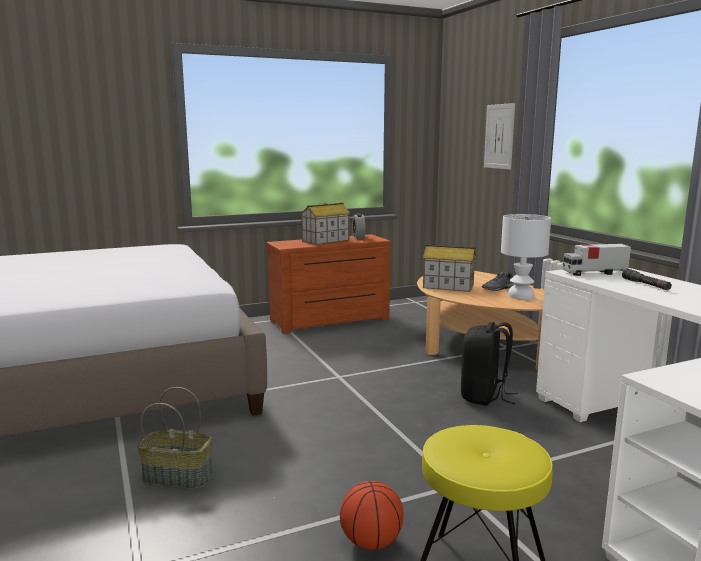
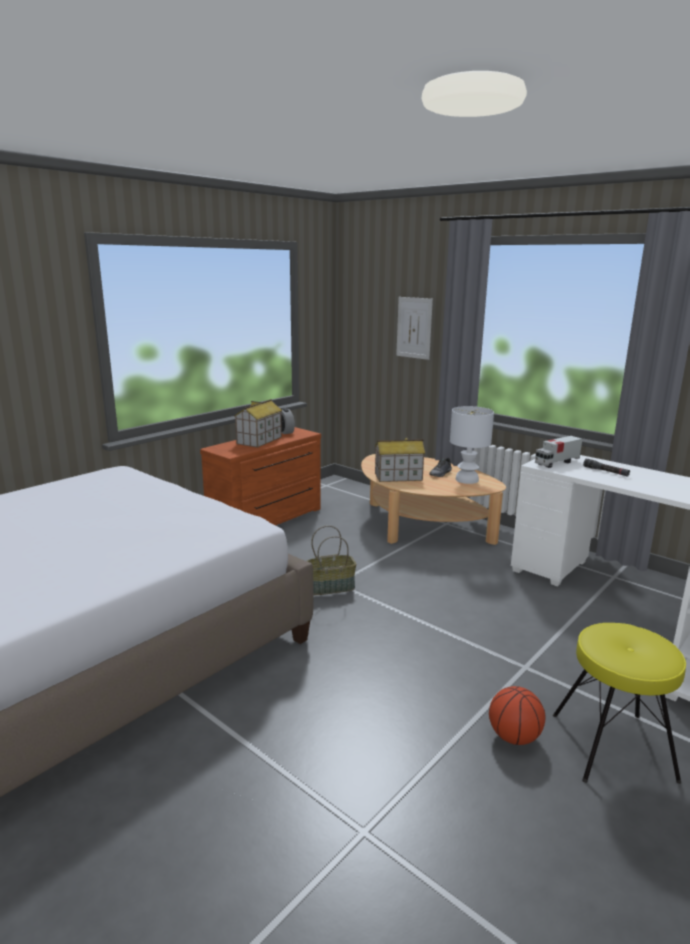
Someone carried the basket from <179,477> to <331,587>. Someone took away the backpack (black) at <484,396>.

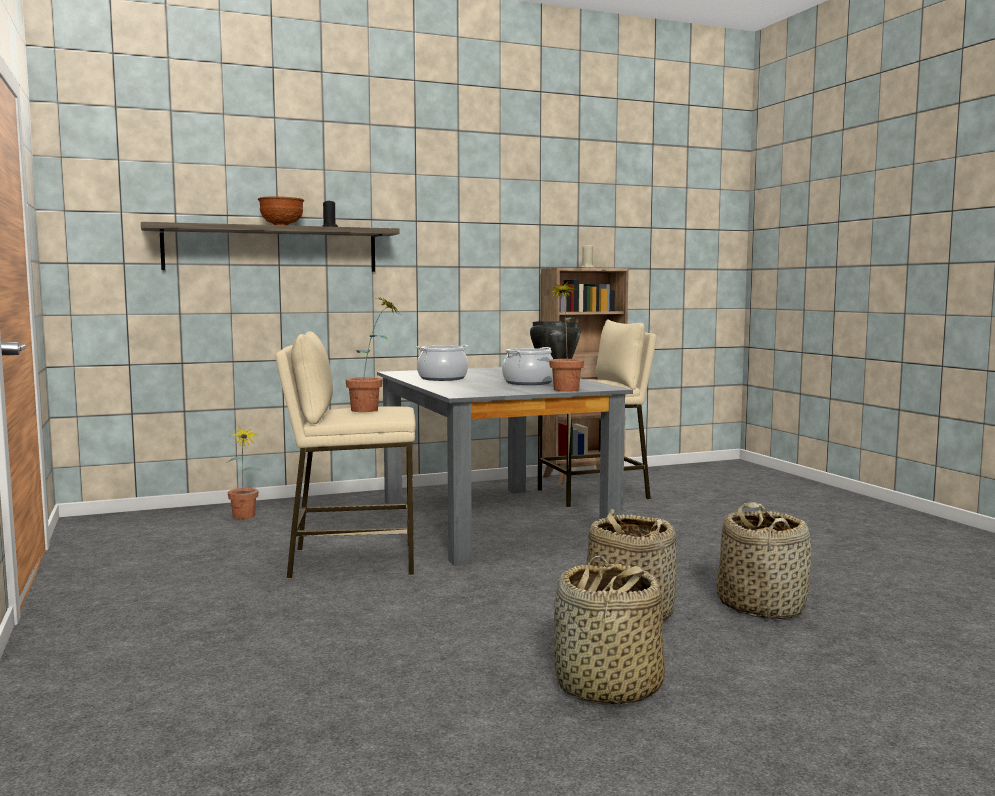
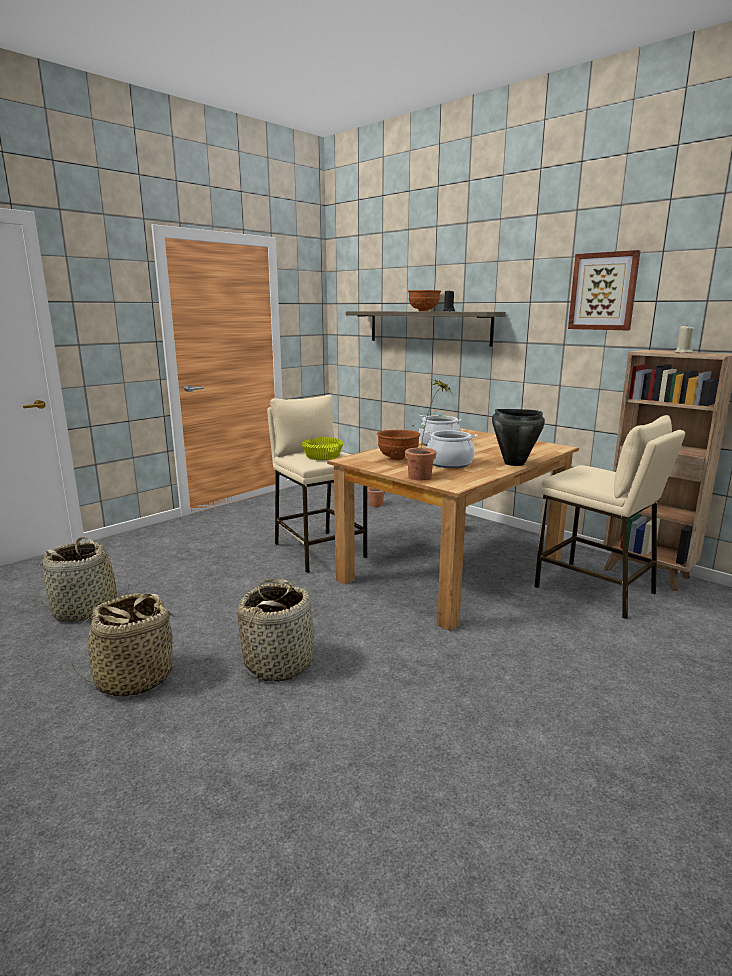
Someone swapped the potted plant at <373,409> for the bowl (yellow) at <322,456>. Someone repainted the dining table (grey) at <490,521>, which became the dining table (brown) at <453,568>. Someone carried the basket from <761,606> to <86,609>. Someone put down the bowl (brown) at <398,458>. Someone put up the picture at <603,291>.

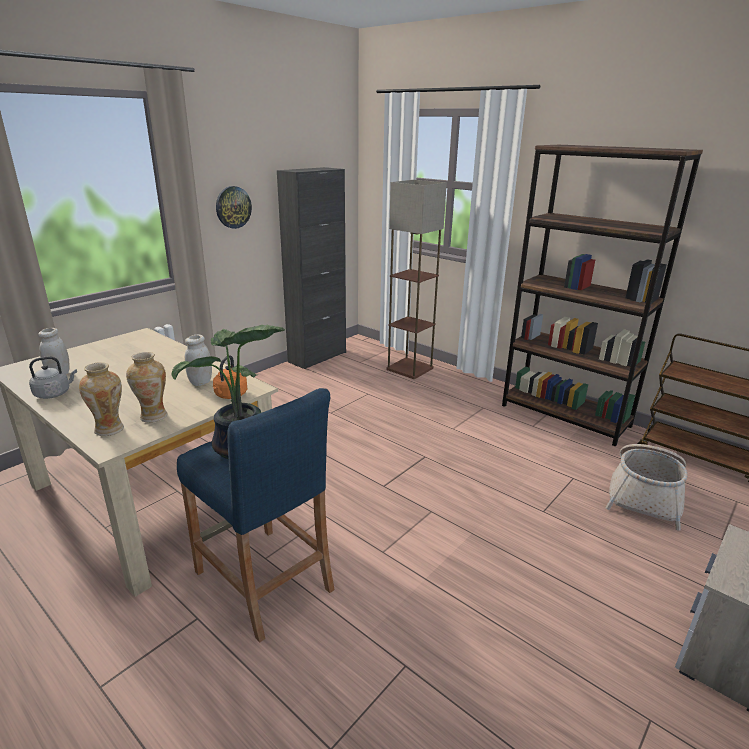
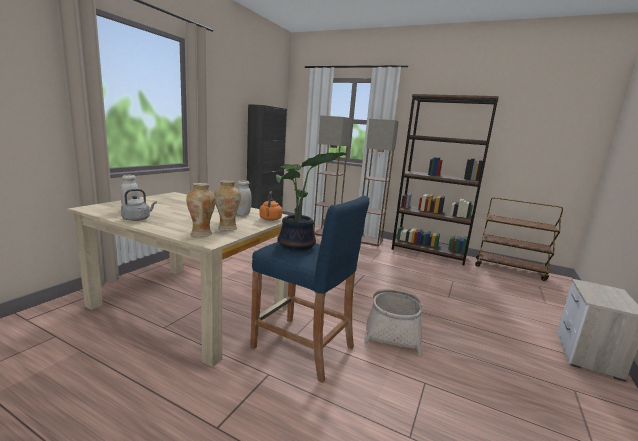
Someone took away the wall clock at <233,207>. Someone carried the basket from <644,494> to <393,329>. Someone put down the floor lamp at <370,241>.

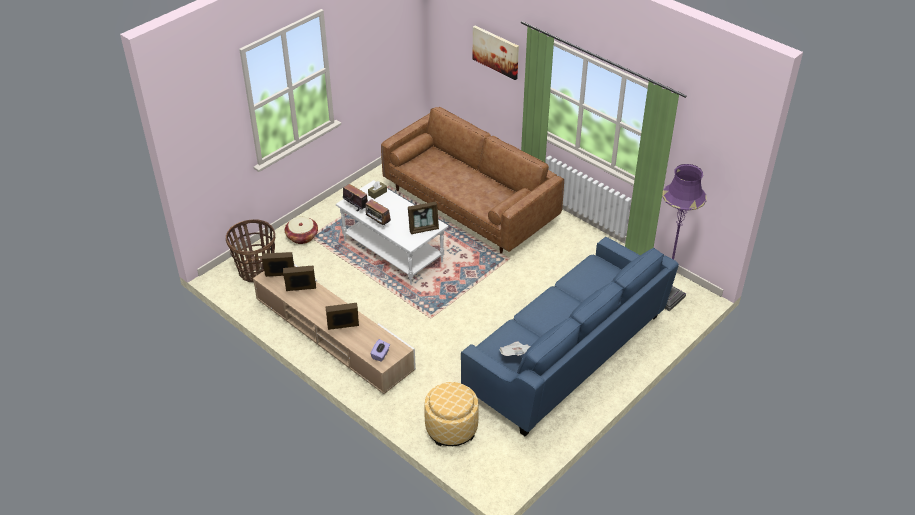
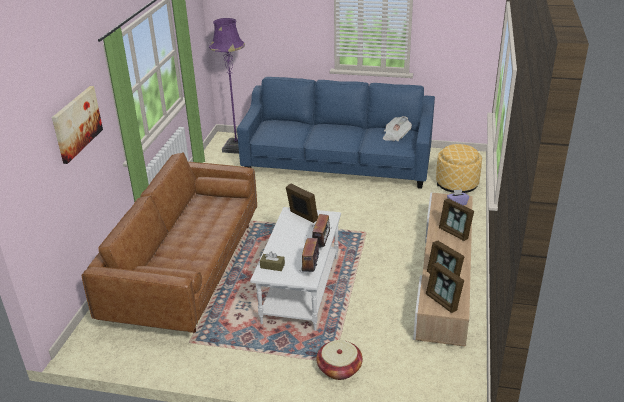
Someone took away the basket at <256,270>.

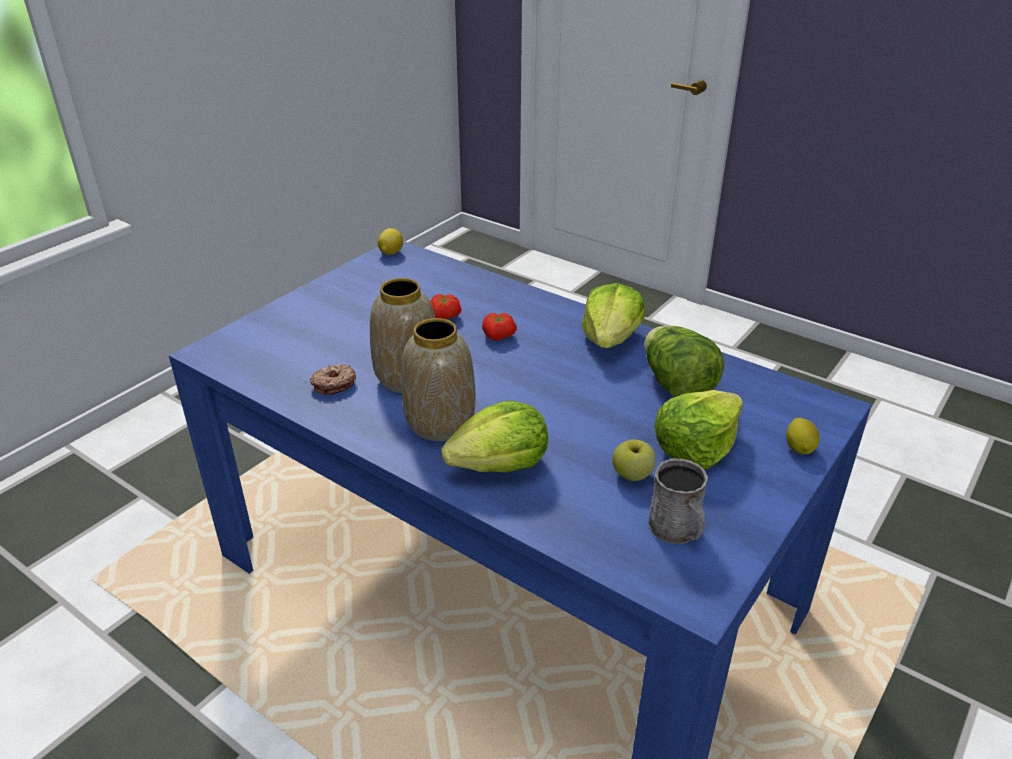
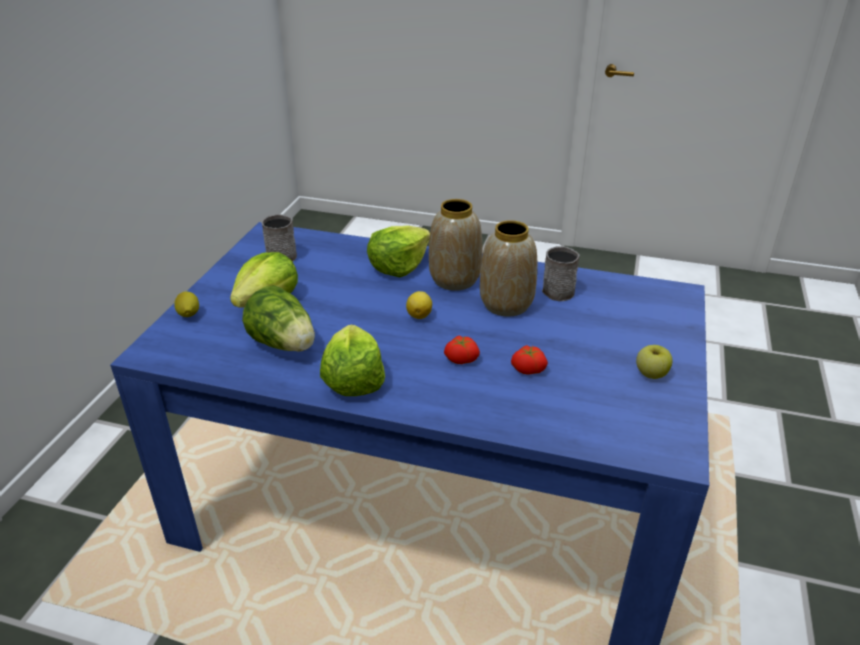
Someone swapped the donut at <334,384> for the mug (grey) at <555,289>. Someone carried the lemon from <390,253> to <419,315>. Someone carried the apple from <632,475> to <651,374>.

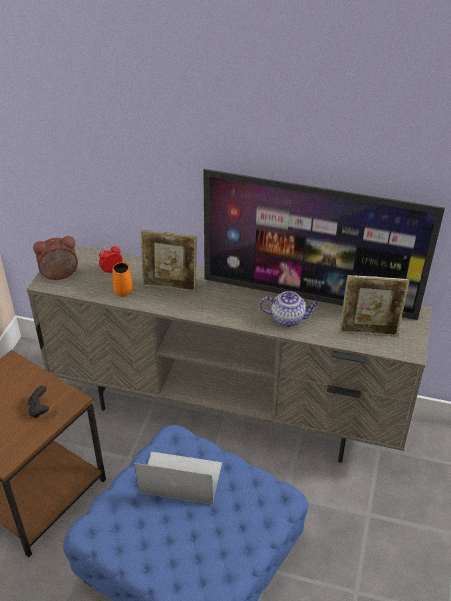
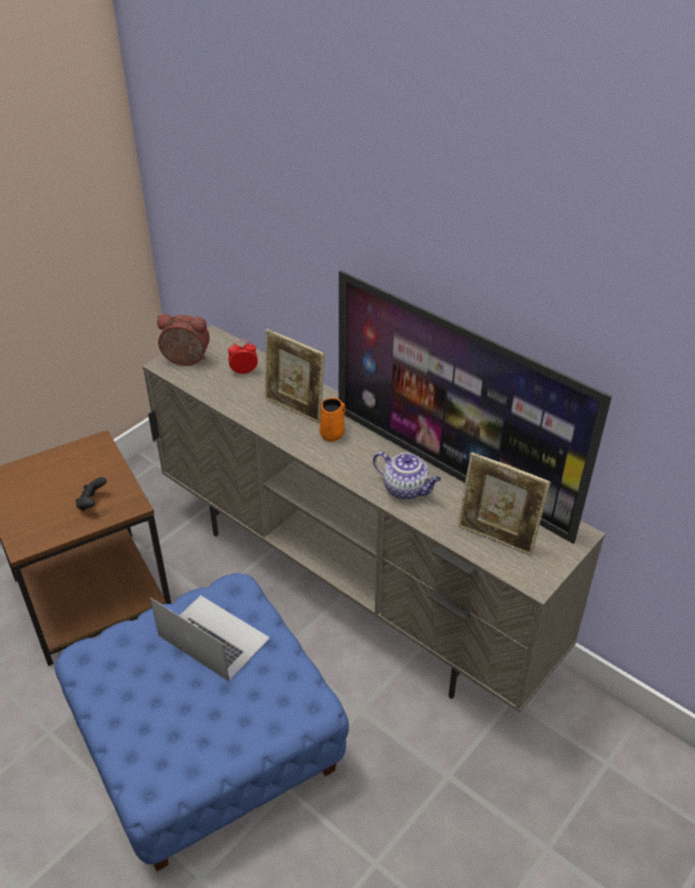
Someone carried the mug (orange) from <124,290> to <333,434>.

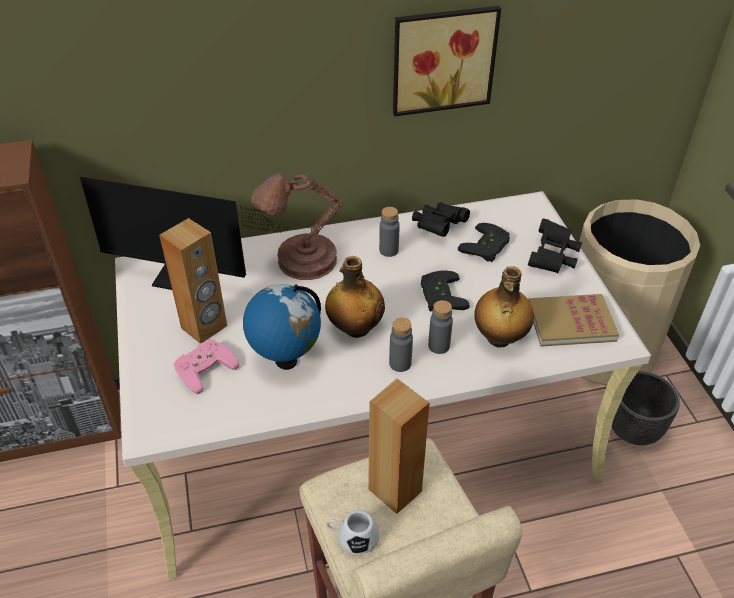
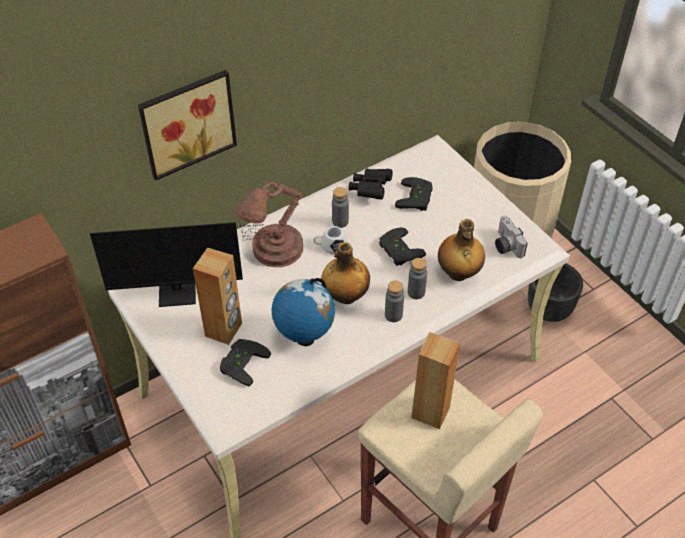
Someone repainted the game controller (pink) at <203,366>, which became the game controller (black) at <241,362>. Someone carried the mug (white) from <353,537> to <330,246>. Someone carried the picture from <442,59> to <186,122>. Someone took away the binoculars (black) at <553,257>. Someone swapped the book at <571,322> for the photo camera at <505,245>.

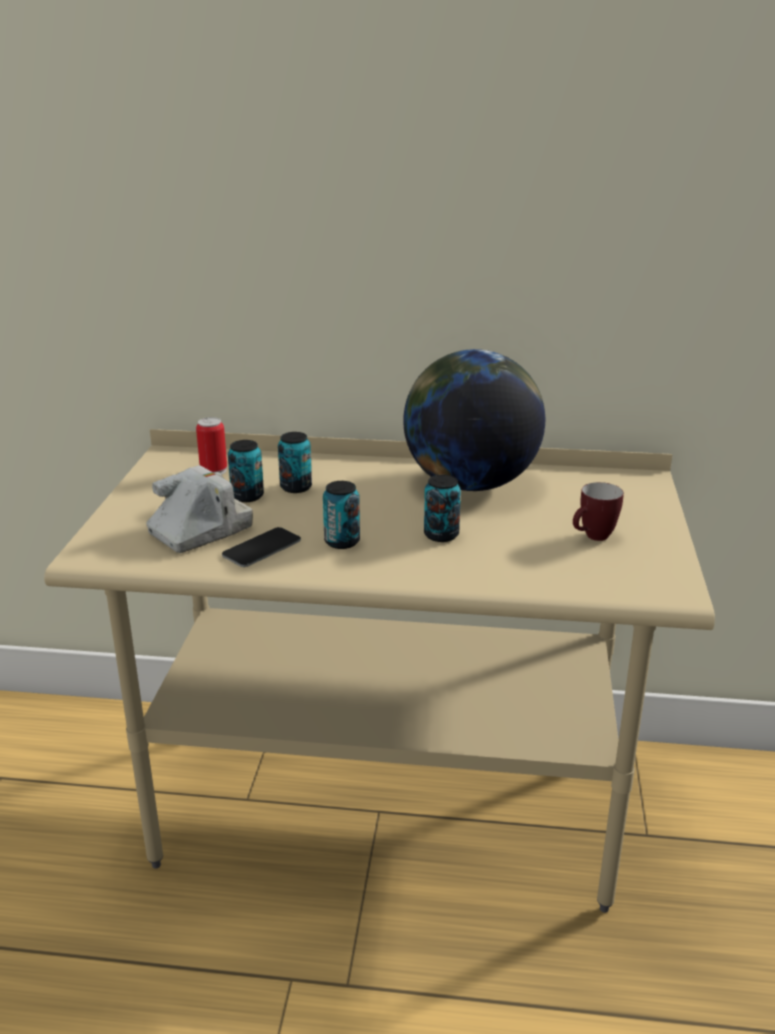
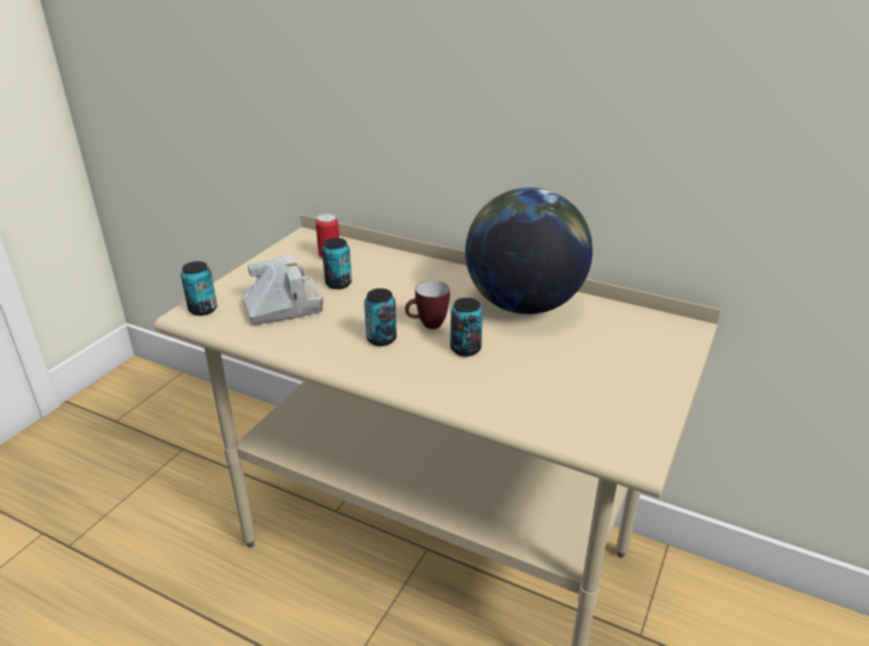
Someone took away the phone at <262,548>. Someone carried the can from <296,487> to <203,309>. Someone carried the mug from <593,538> to <427,325>.

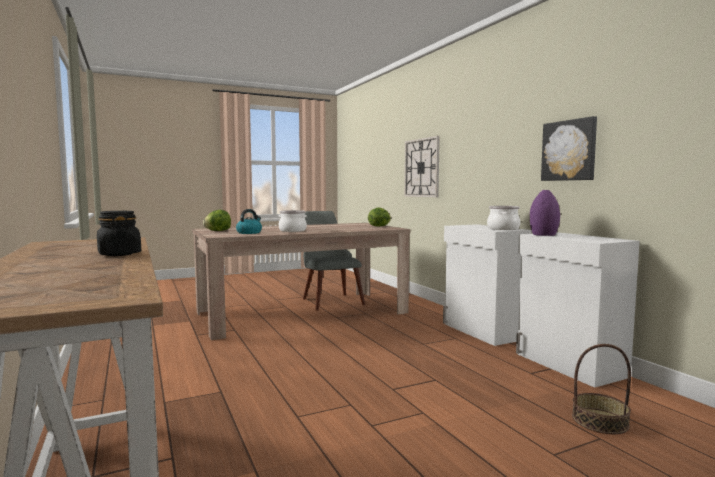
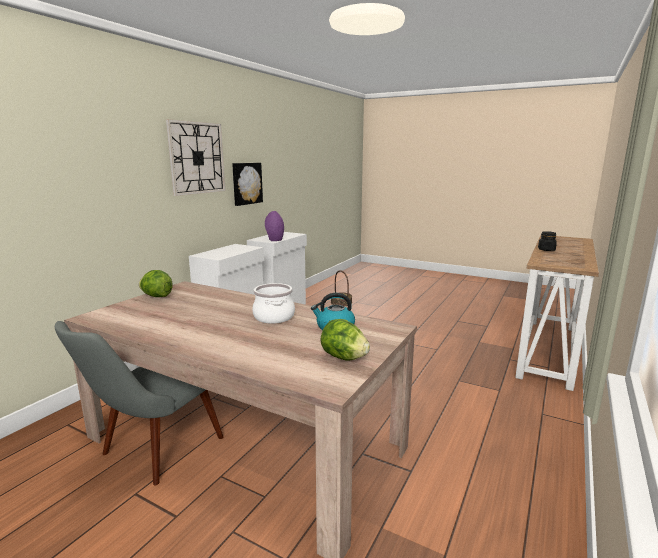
Someone carried the wall clock from <421,168> to <197,158>. Someone took away the cooking pot at <503,229>.

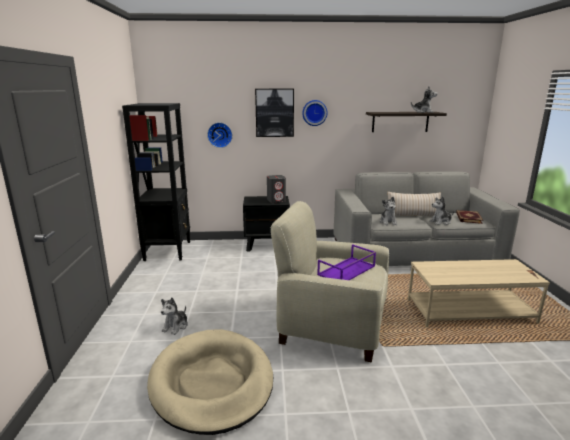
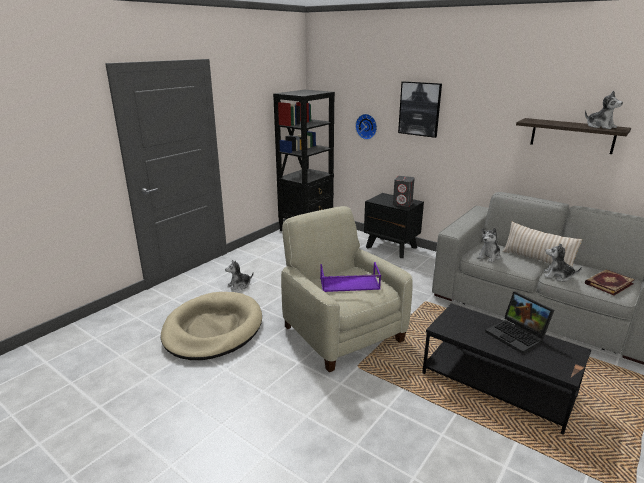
Someone took away the wall clock at <314,113>. Someone repainted the coffee table (beige) at <470,311>, which became the coffee table (black) at <498,384>. Someone put down the laptop at <517,336>.

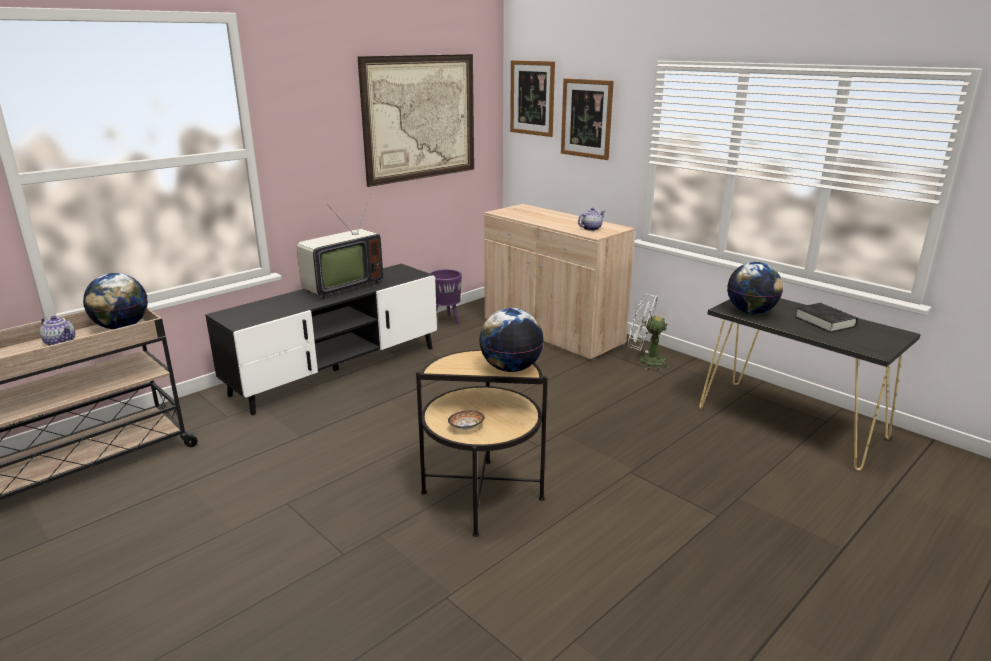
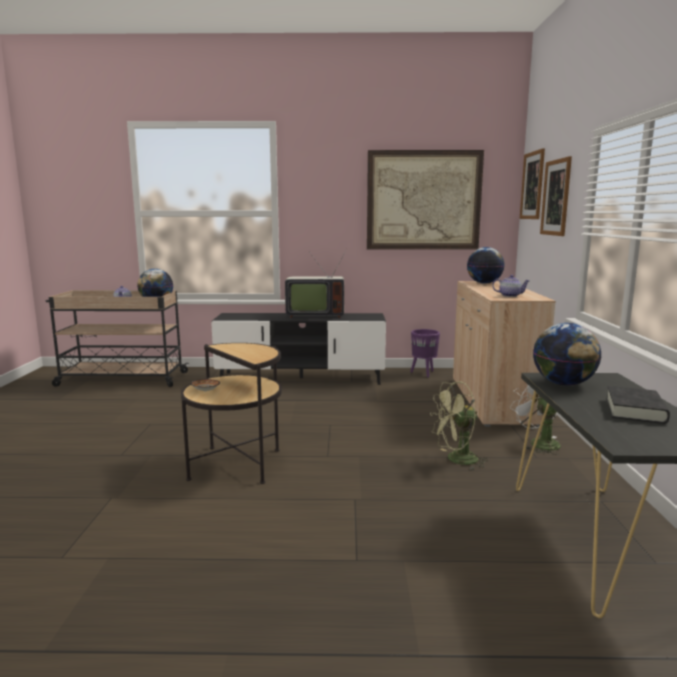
Someone carried the globe from <511,368> to <484,283>. Someone put down the fan (green) at <456,460>.

